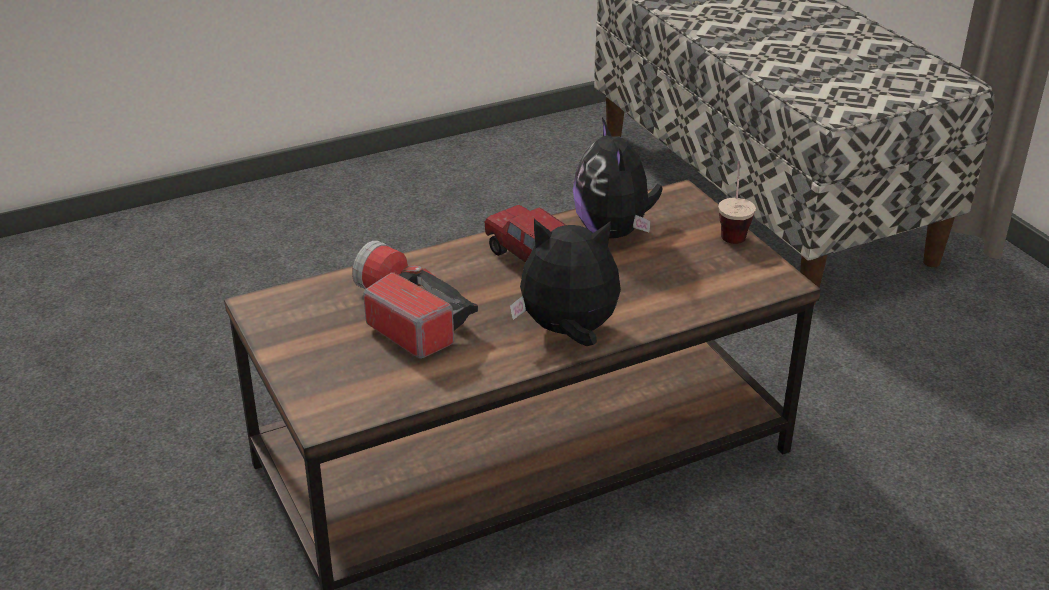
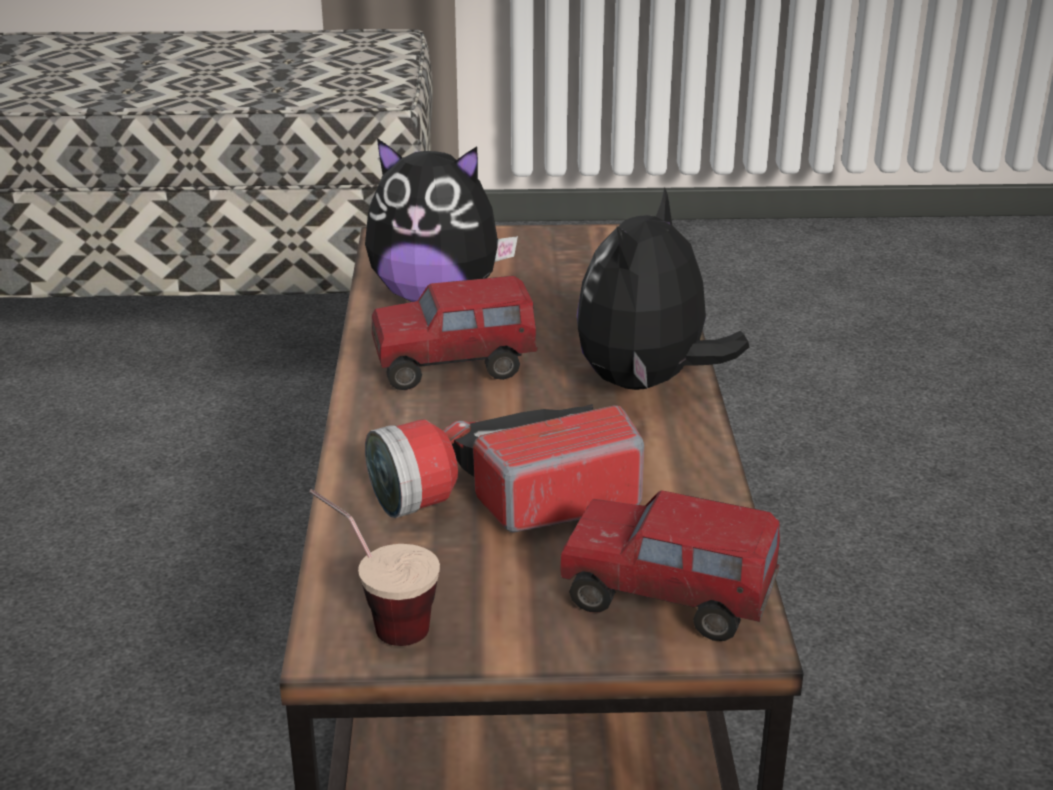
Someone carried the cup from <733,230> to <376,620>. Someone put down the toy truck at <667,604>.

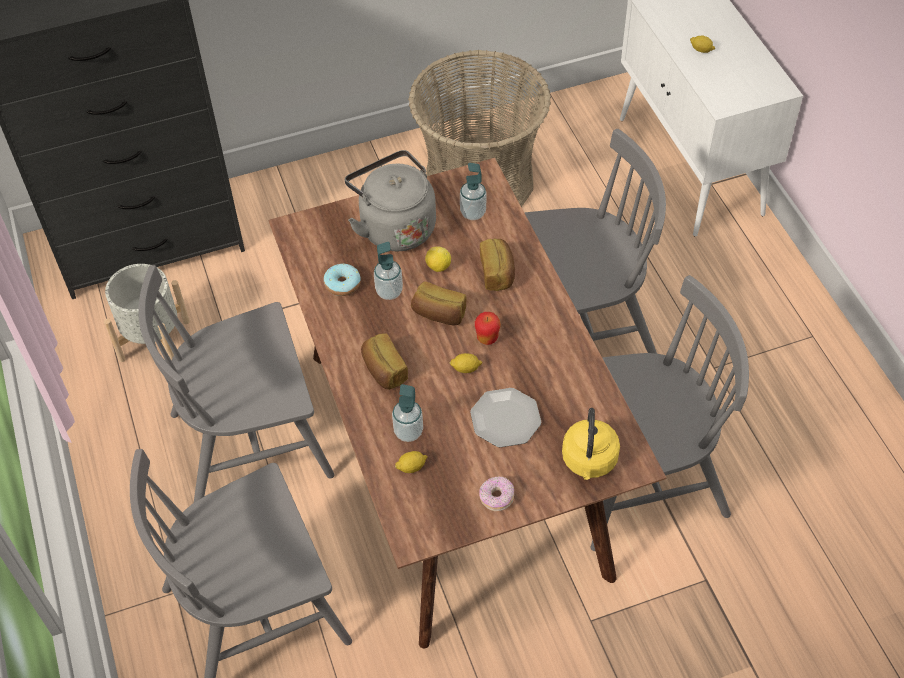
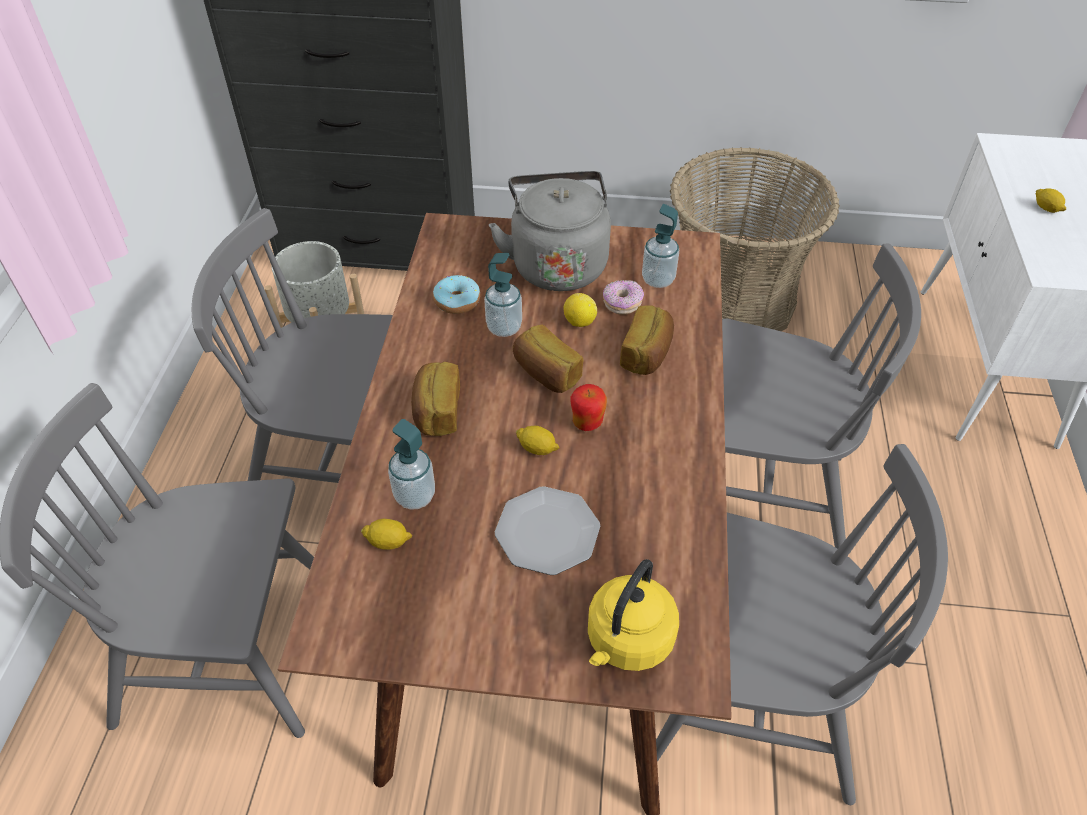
Someone carried the donut from <496,497> to <622,304>.

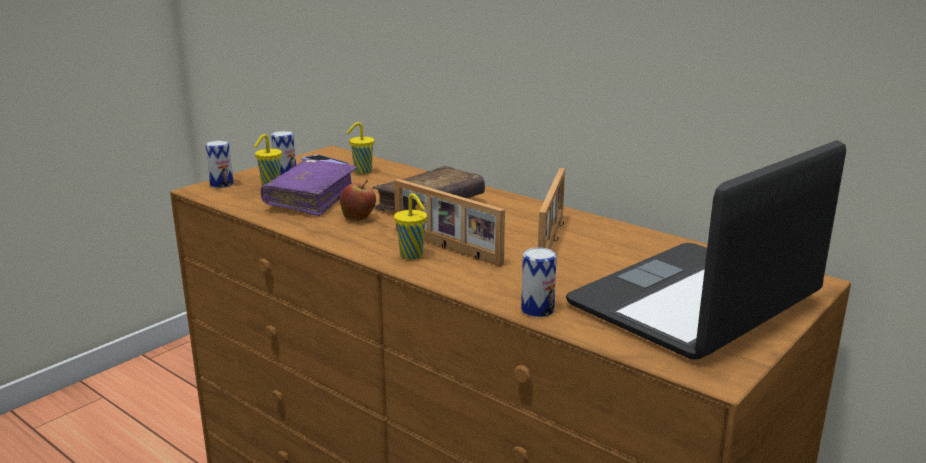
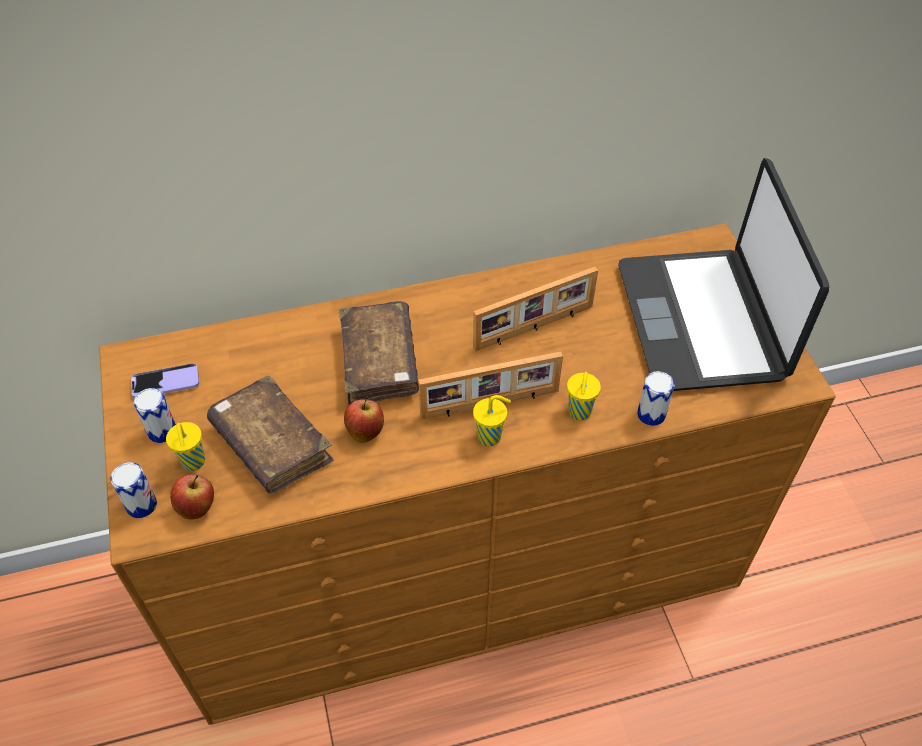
Someone repainted the book (purple) at <311,198>, which became the book (brown) at <271,444>. Someone carried the cup (yellow) from <362,172> to <579,413>. Someone rotated the picture frame at <553,240> by 105 degrees clockwise. Someone put down the apple at <197,508>.

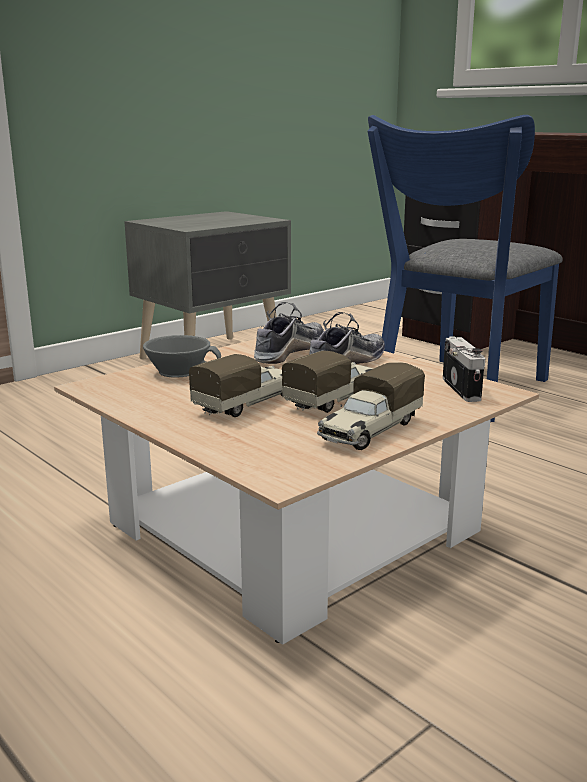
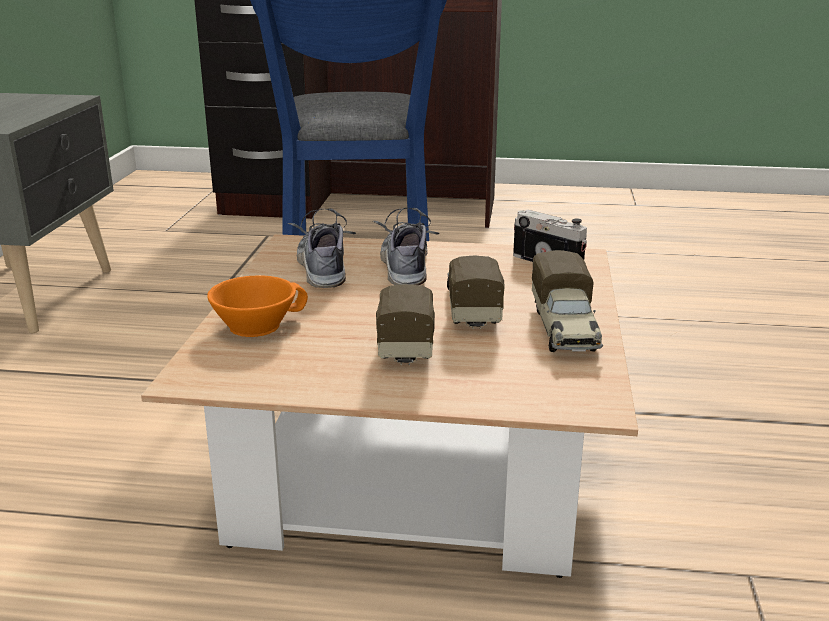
Someone repainted the cup (grey) at <181,370>, which became the cup (orange) at <256,324>.

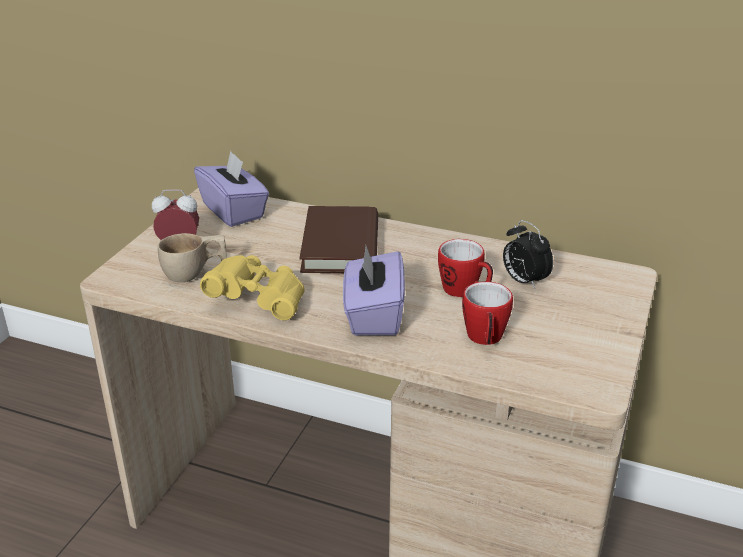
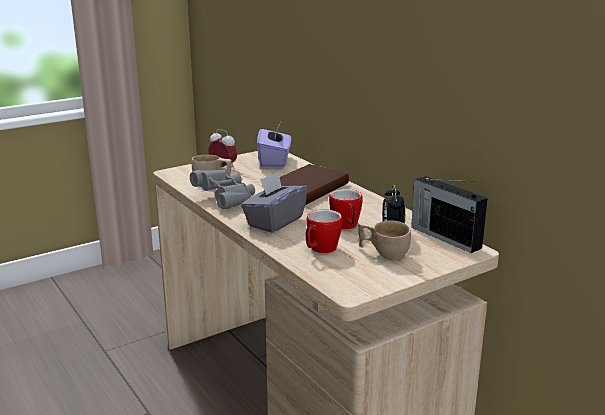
Someone repainted the binoculars (yellow) at <259,300>, which became the binoculars (grey) at <226,199>. Someone repainted the tissue box (purple) at <373,315>, which became the tissue box (grey) at <275,222>. Someone put down the cup (beige) at <383,253>. Someone put down the radio at <444,237>.

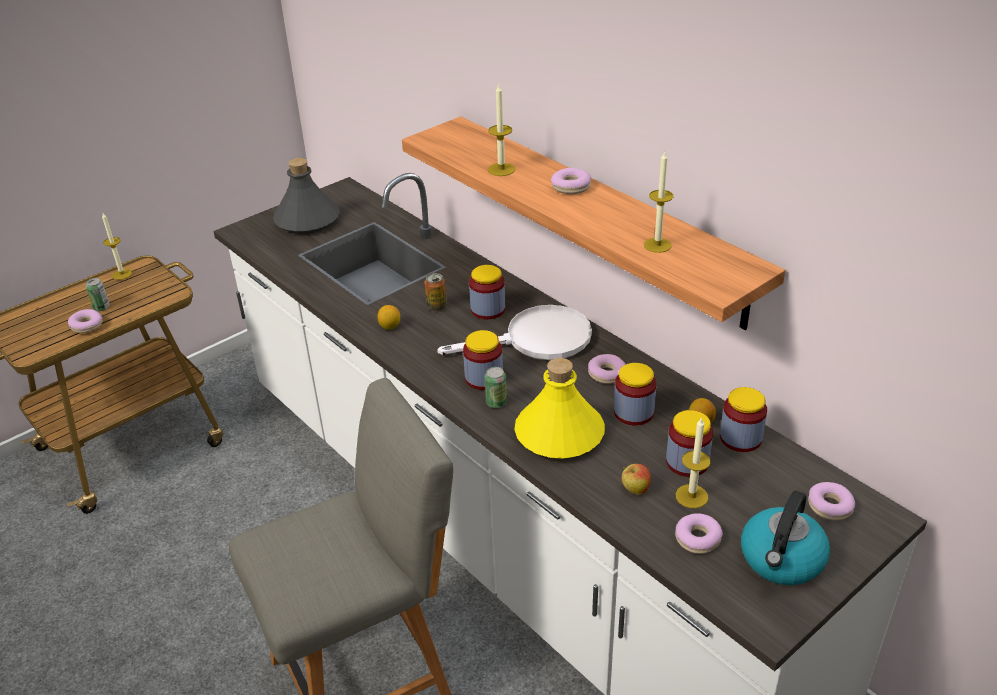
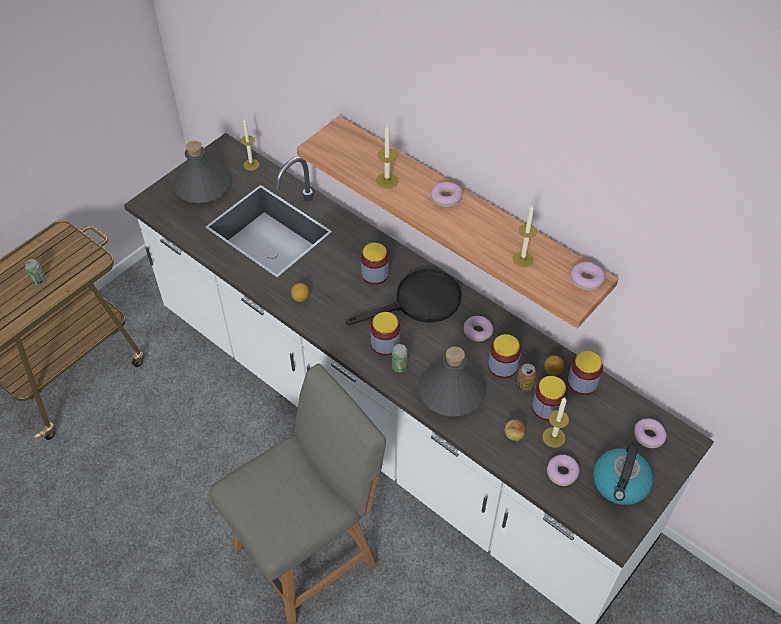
Someone carried the donut from <87,326> to <586,280>. Someone carried the candle from <122,274> to <251,164>. Someone carried the can from <436,306> to <524,386>. Someone repainted the frying pan (white) at <536,340>, which became the frying pan (black) at <419,303>. Someone repainted the bottle (yellow) at <559,434>, which became the bottle (grey) at <451,392>.

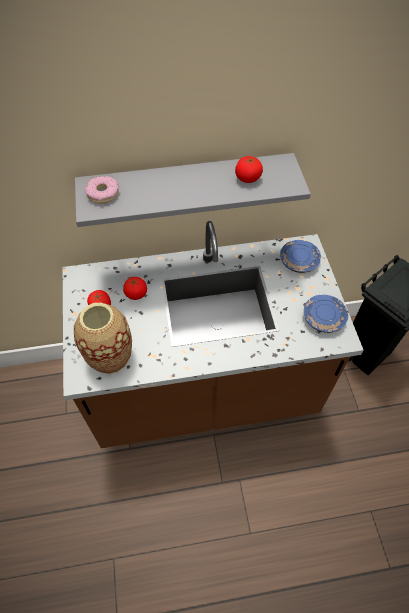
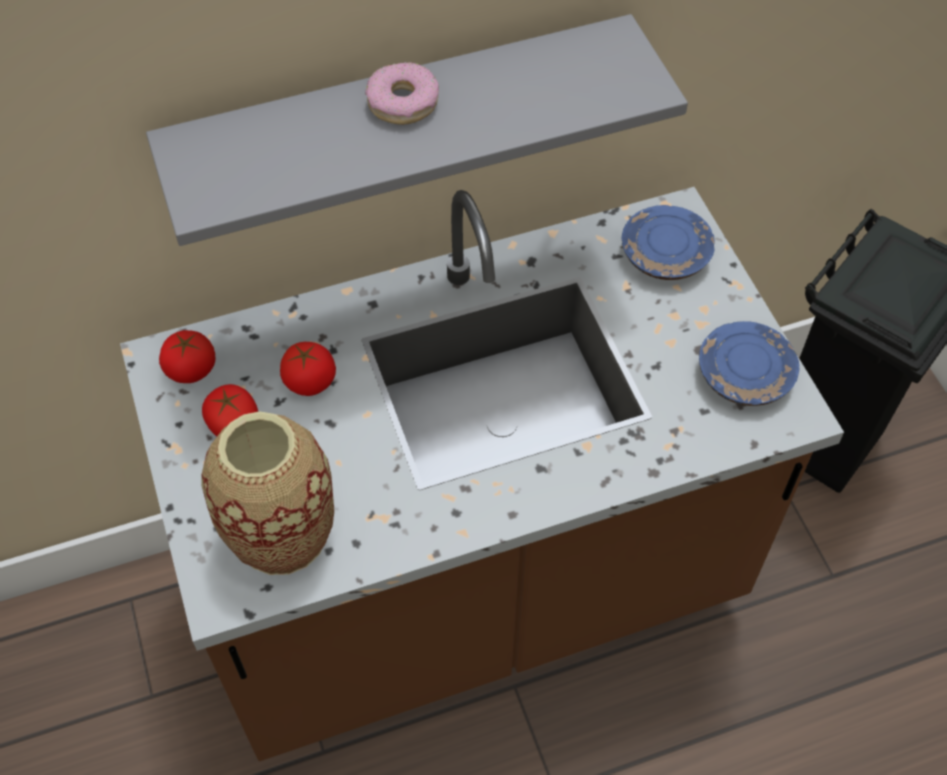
Someone carried the donut from <103,193> to <402,102>. Someone carried the tomato from <248,178> to <191,369>.

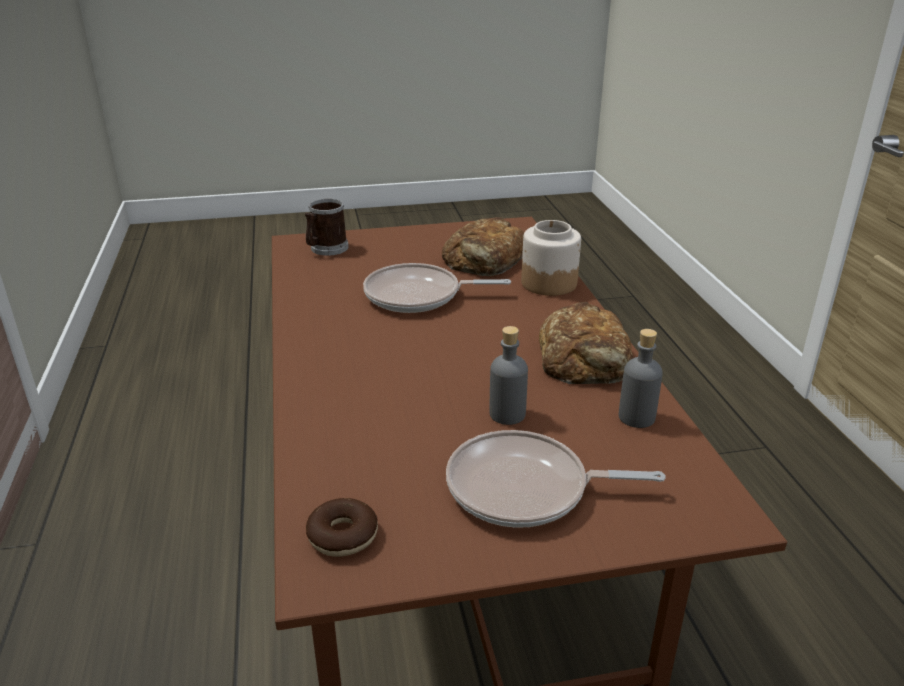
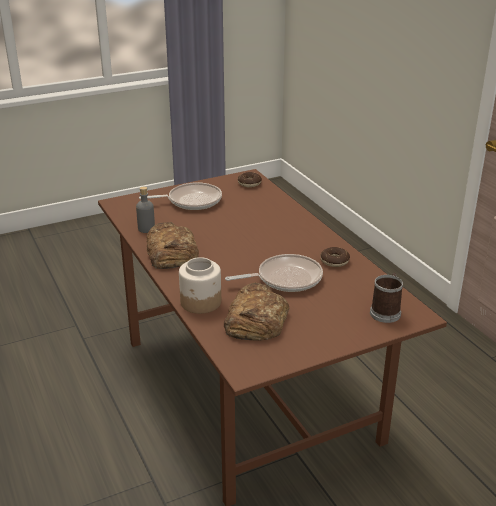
Someone took away the bottle (grey) at <507,414>. Someone put down the donut at <334,261>.

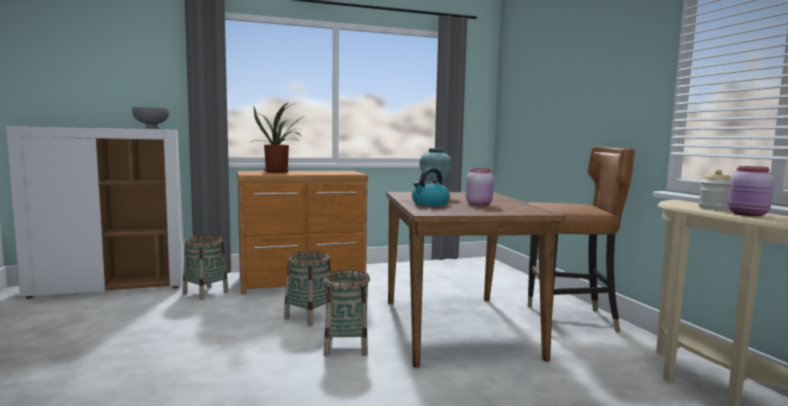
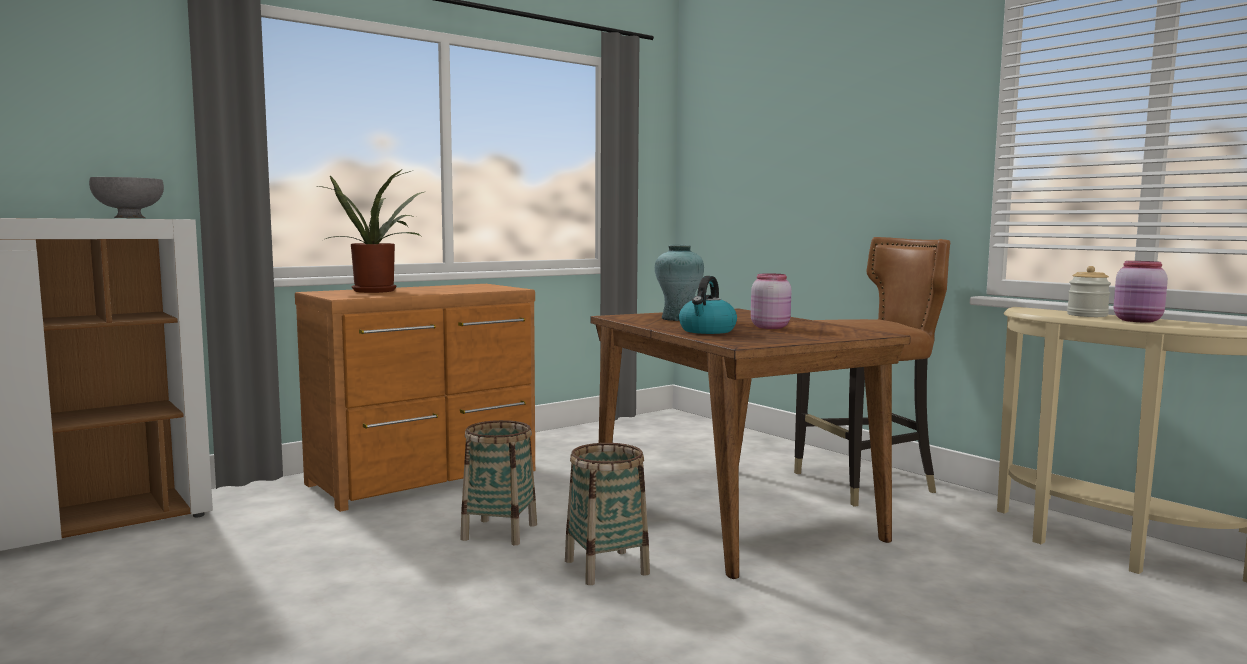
Someone took away the basket at <205,293>.

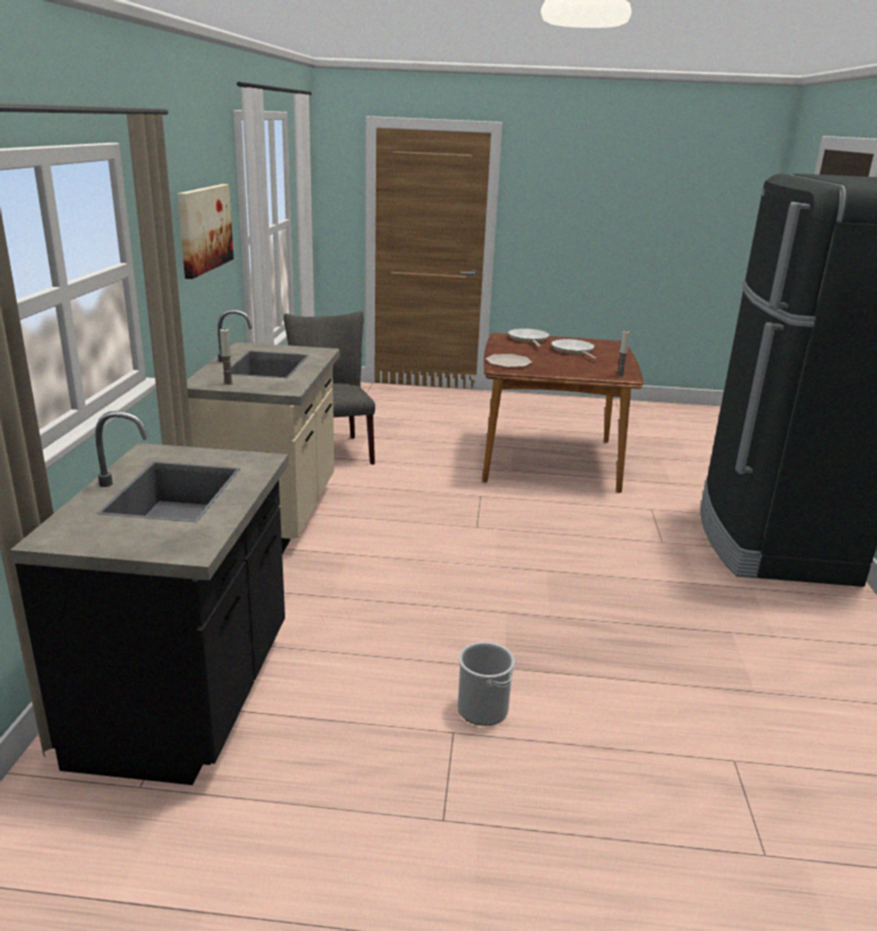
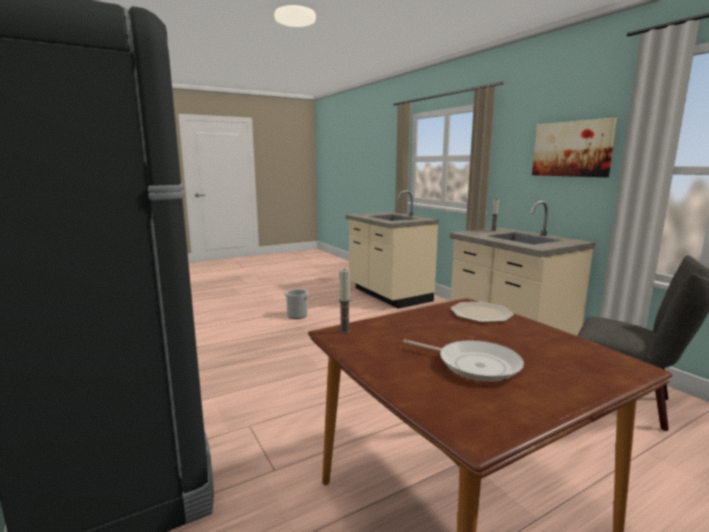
Someone repainted the counter (black) at <189,697>, which became the counter (beige) at <388,295>. Someone took away the frying pan at <528,339>.

